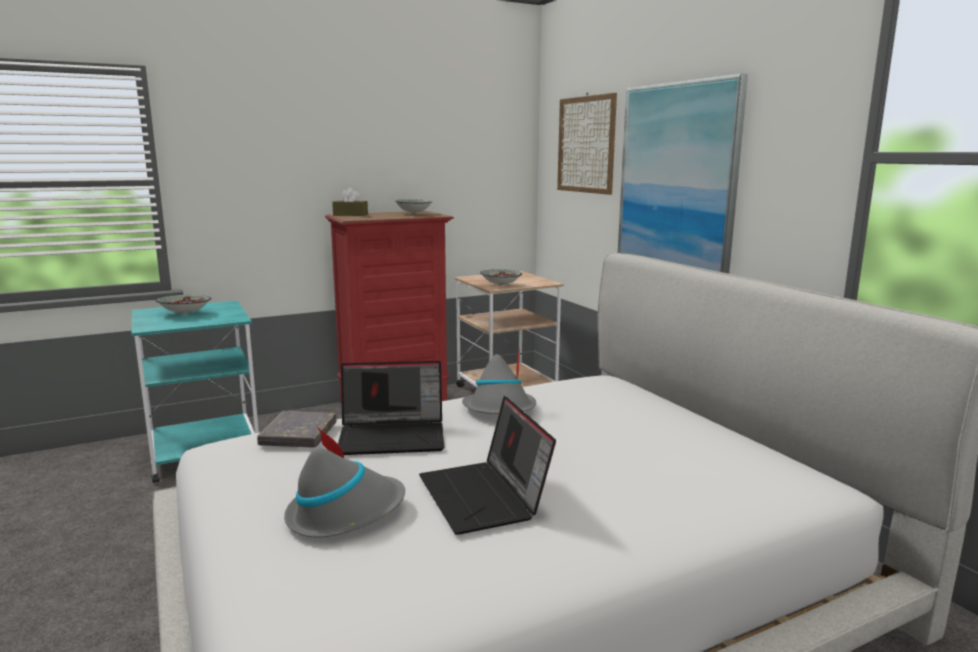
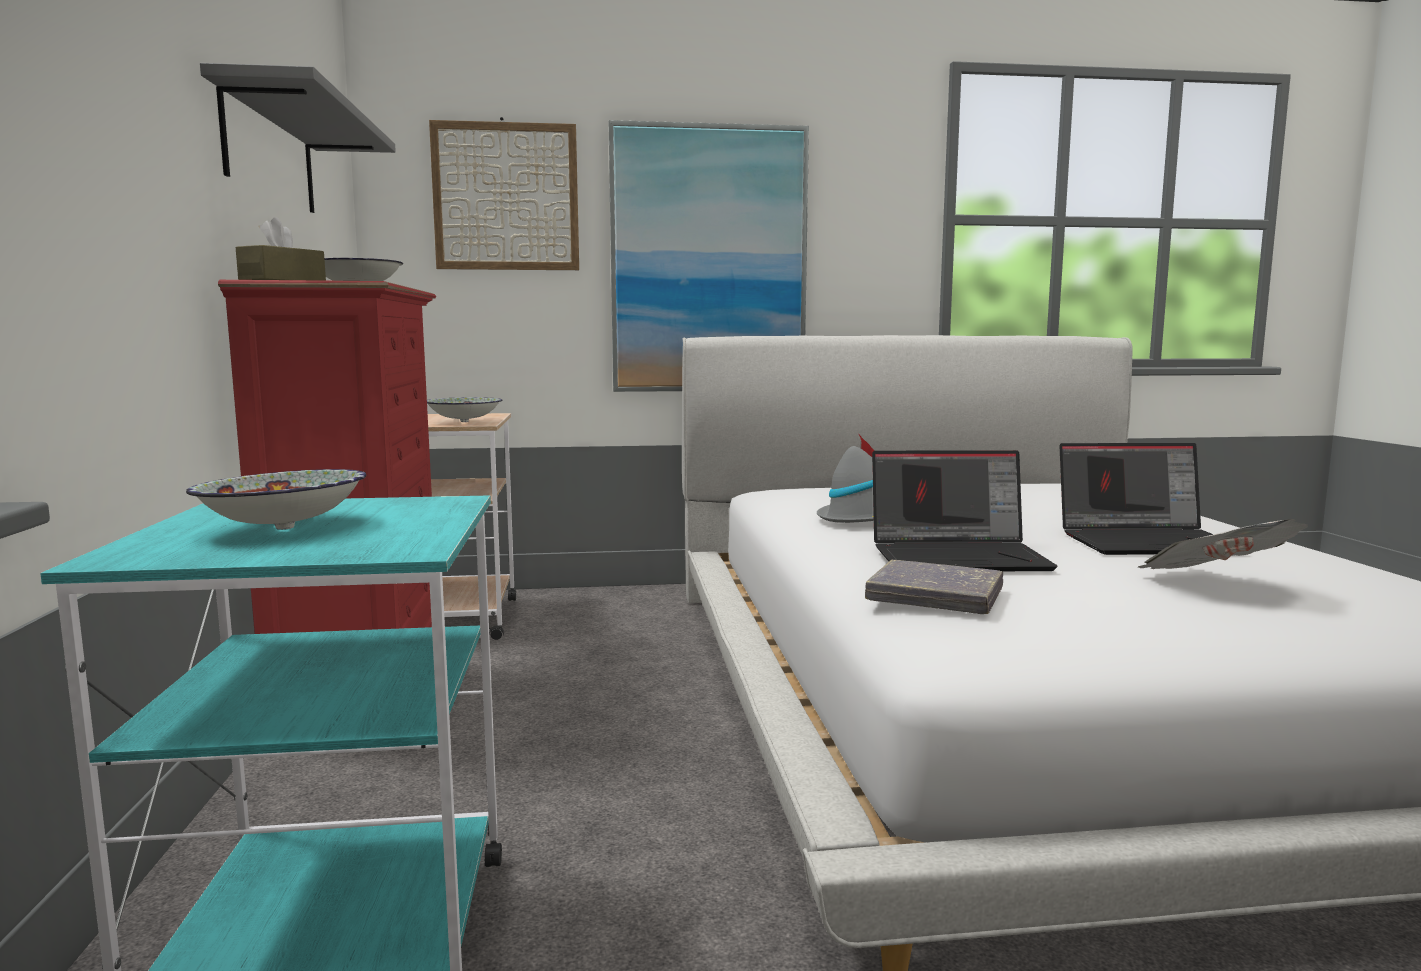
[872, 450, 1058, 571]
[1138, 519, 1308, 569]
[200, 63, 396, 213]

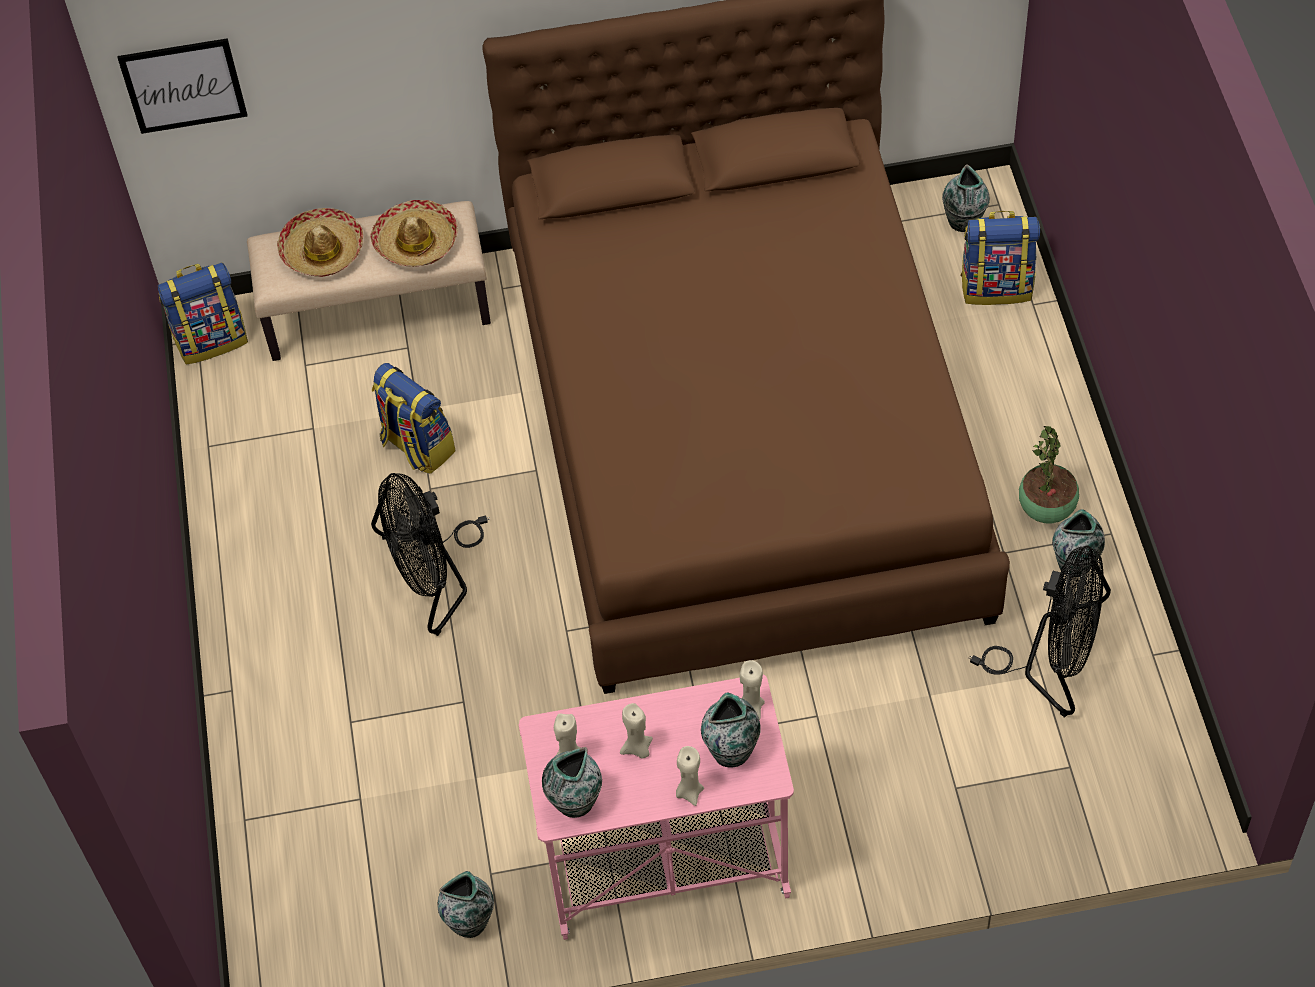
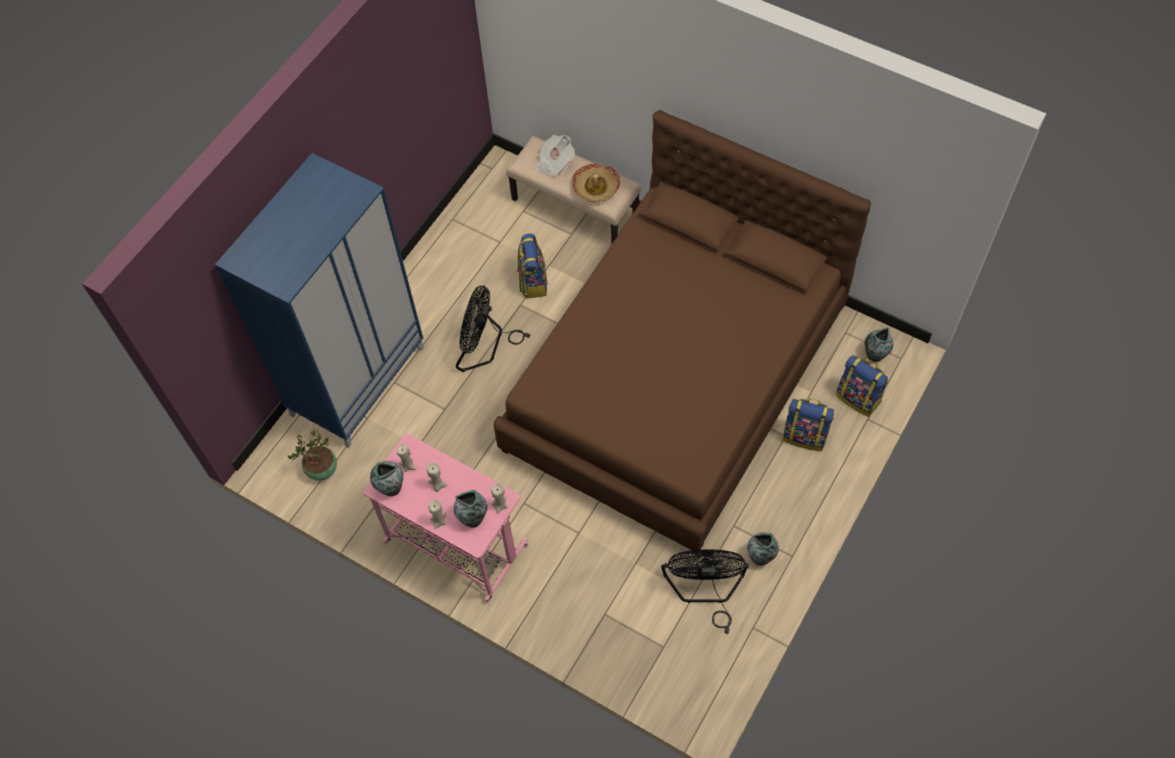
[117, 38, 248, 134] (first image)
[535, 135, 575, 178]
[783, 398, 834, 451]
[288, 430, 337, 481]
[661, 549, 749, 634]
[437, 871, 494, 938] (first image)
[215, 153, 424, 448]

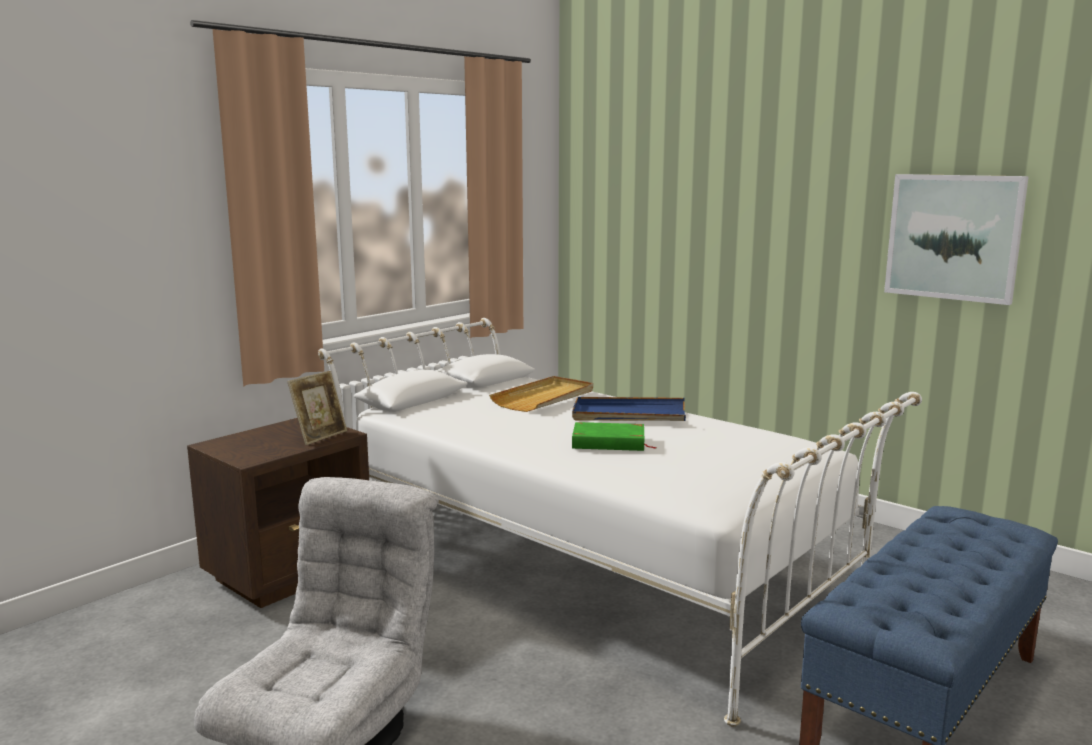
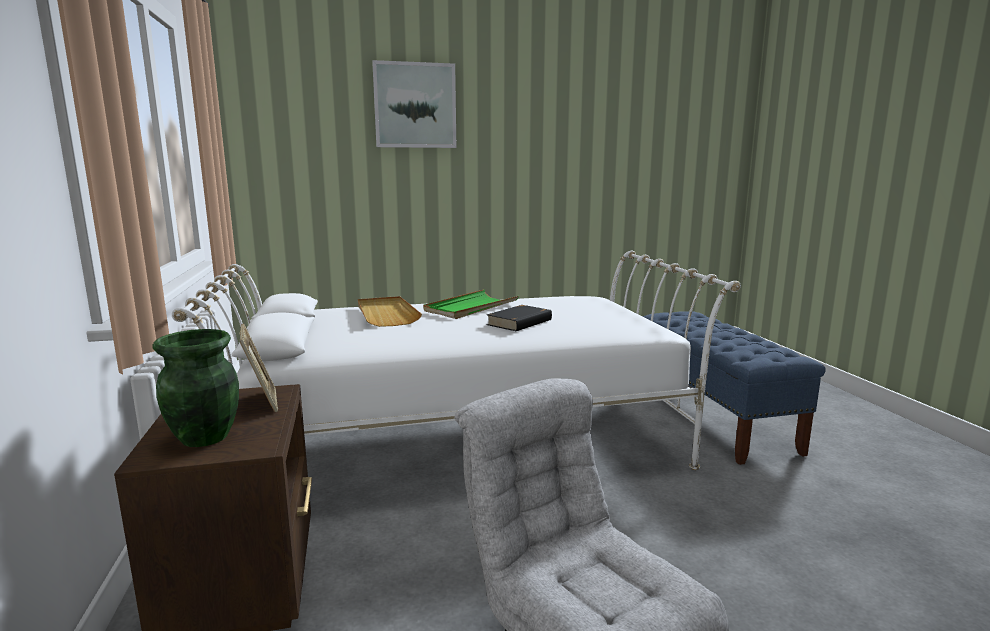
[372, 60, 456, 148]
[423, 289, 519, 319]
[486, 305, 552, 331]
[152, 329, 239, 447]

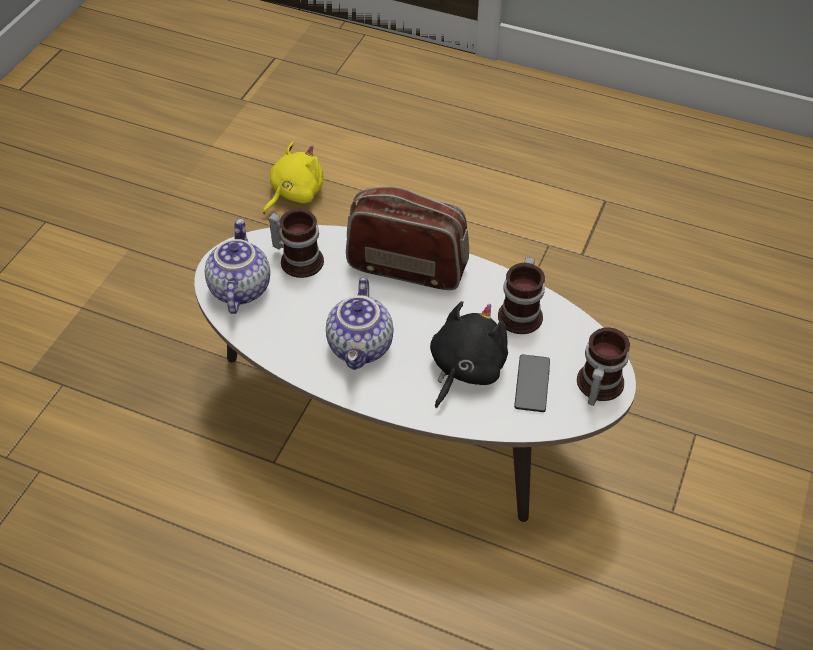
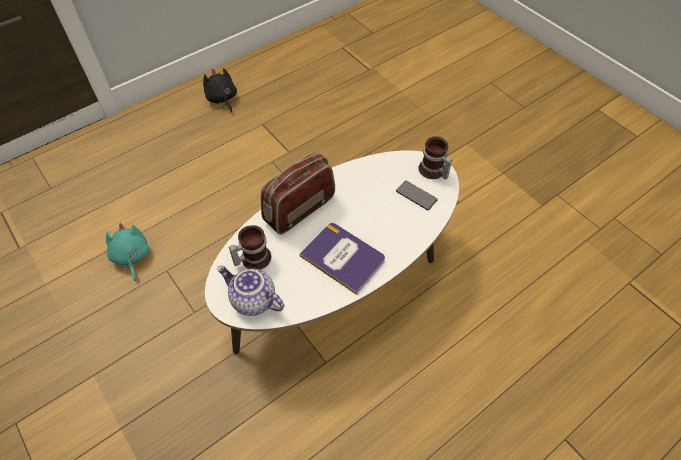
[106, 223, 150, 281]
[498, 257, 545, 334] (first image)
[300, 223, 385, 295]
[203, 68, 237, 112]

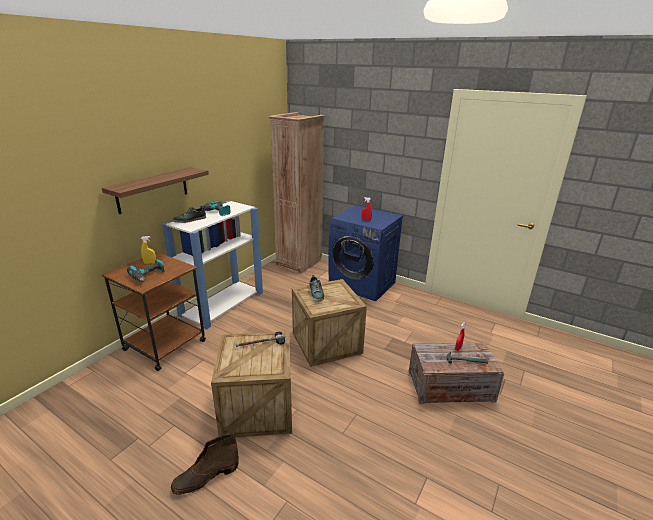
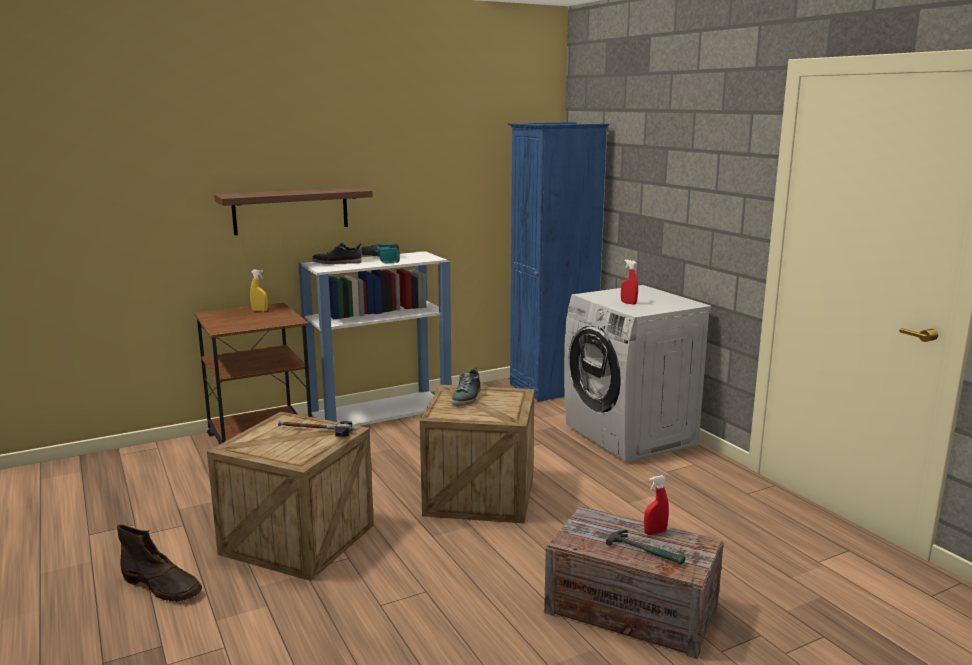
[508, 122, 609, 402]
[564, 285, 711, 462]
[127, 259, 165, 282] (first image)
[117, 525, 202, 602]

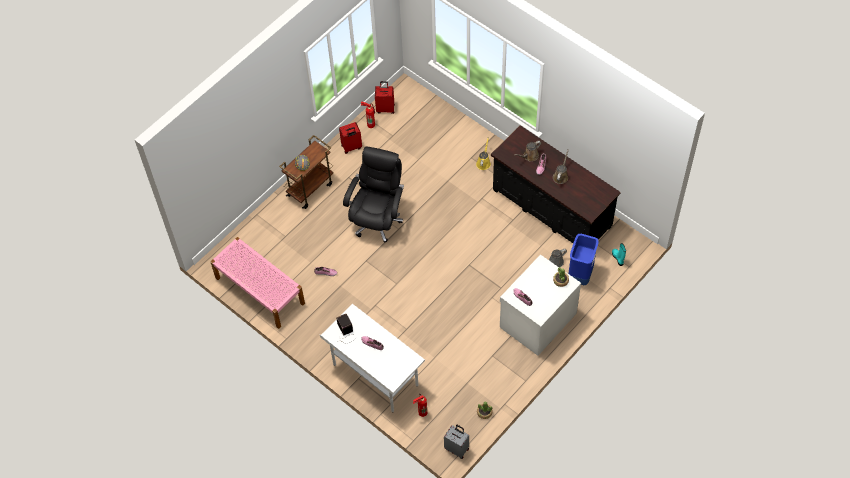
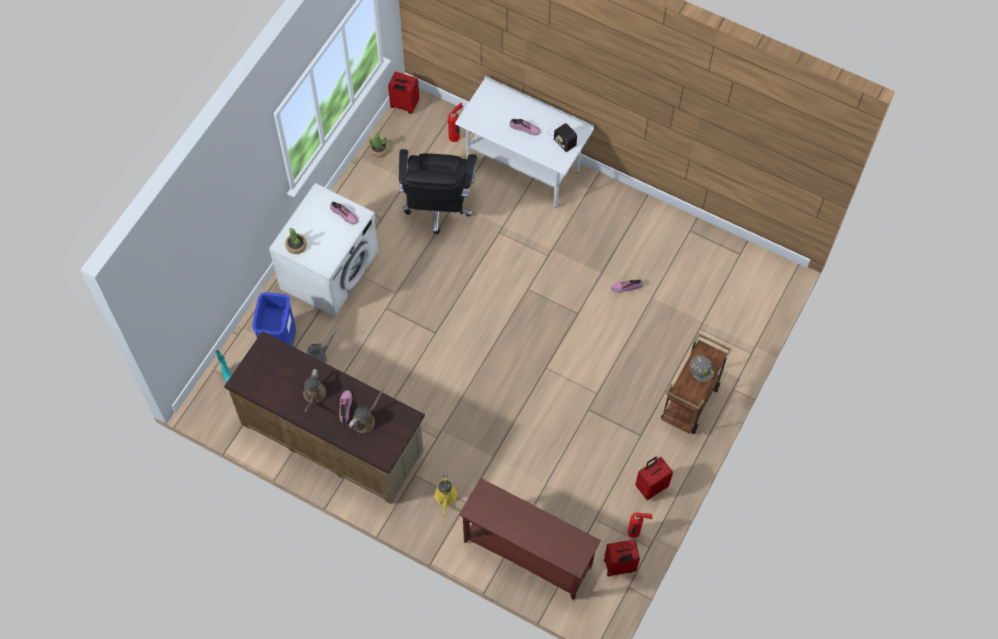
[224, 331, 425, 504]
[399, 149, 477, 234]
[210, 237, 305, 329] (first image)
[388, 72, 419, 114]
[459, 478, 601, 600]

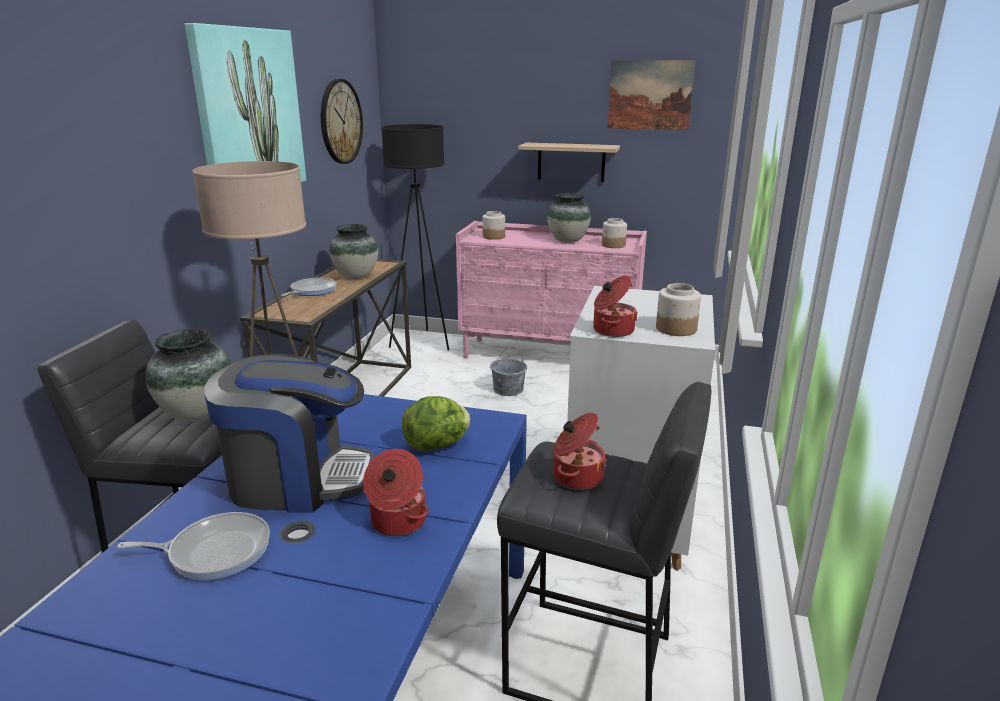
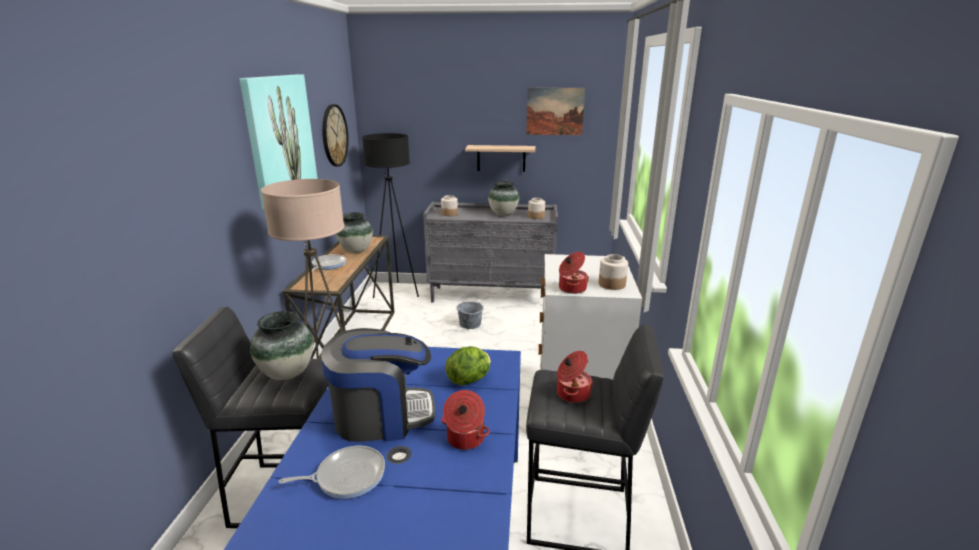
[423, 202, 558, 303]

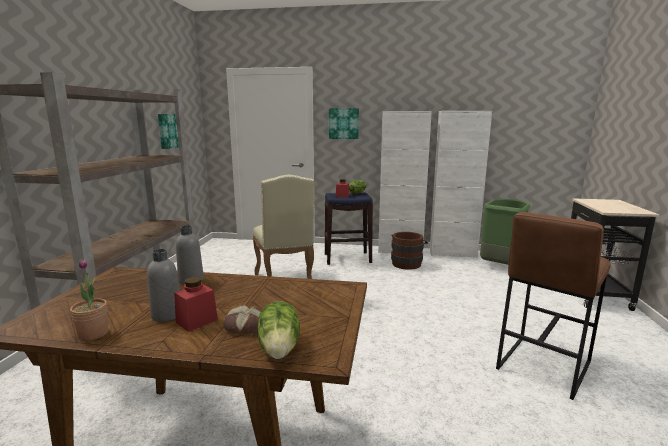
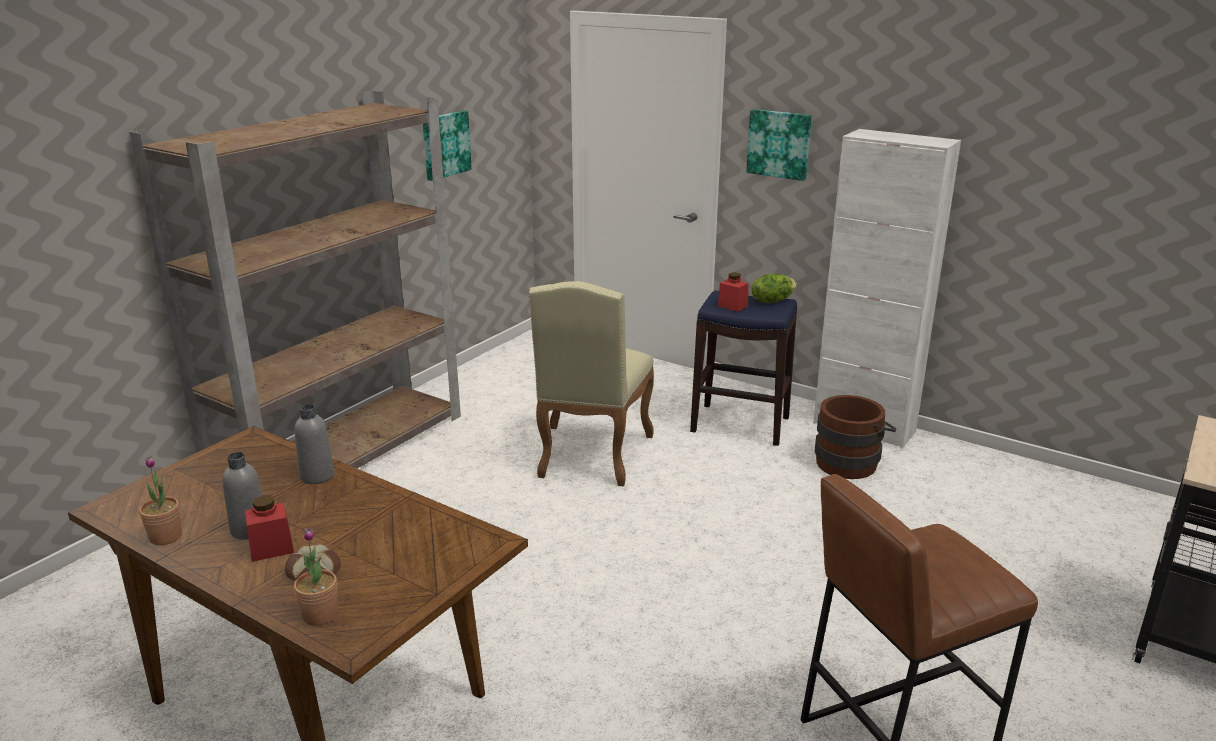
[430, 111, 492, 258] (first image)
[480, 199, 530, 265] (first image)
[294, 528, 338, 626]

